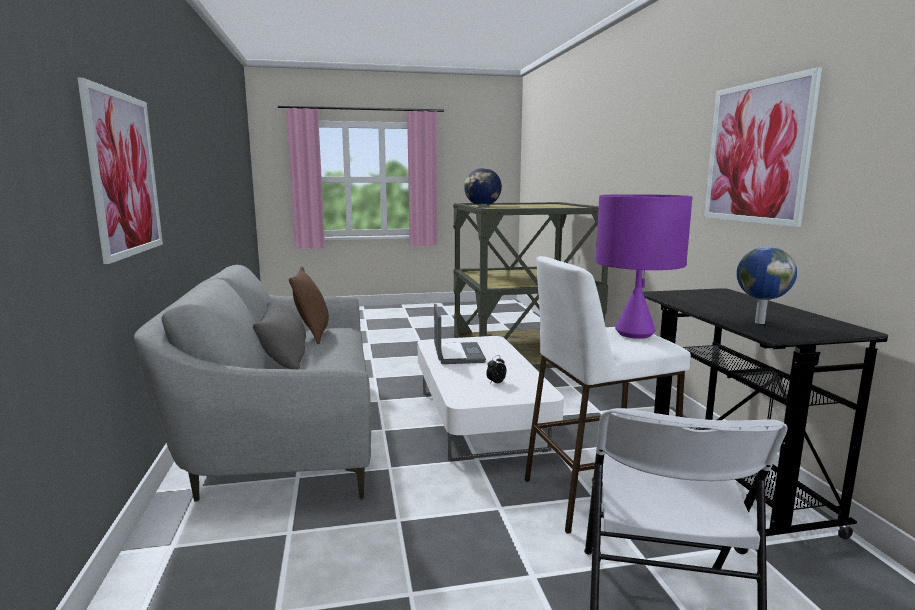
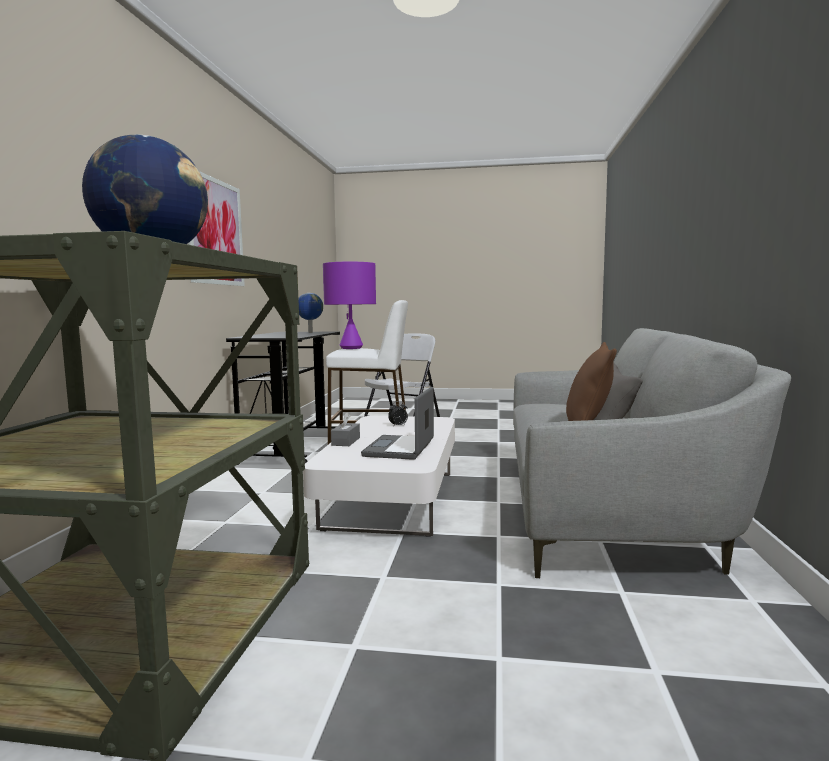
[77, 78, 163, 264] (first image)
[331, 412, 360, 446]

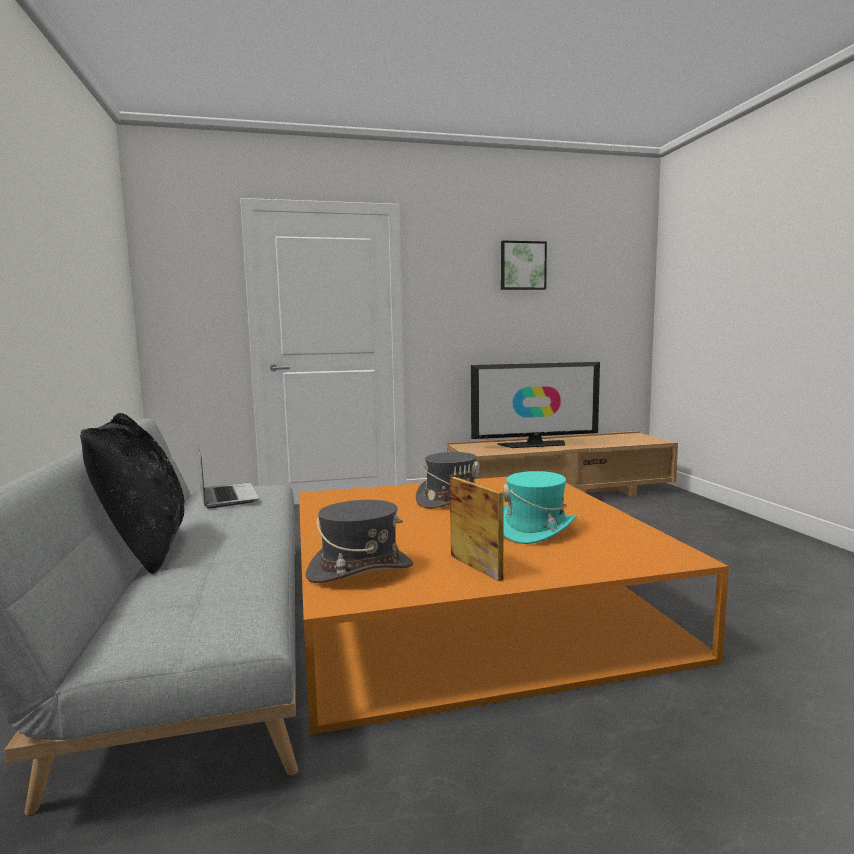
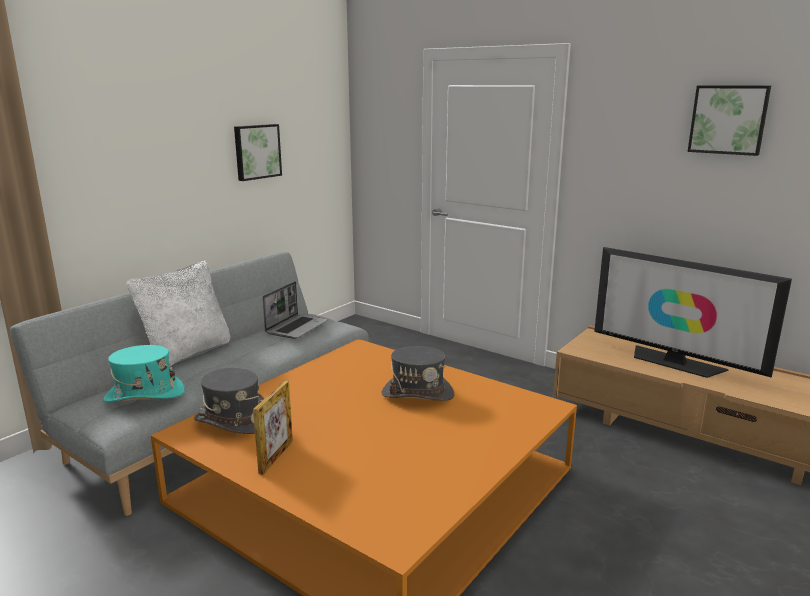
[126, 260, 230, 367]
[103, 345, 185, 403]
[234, 124, 282, 181]

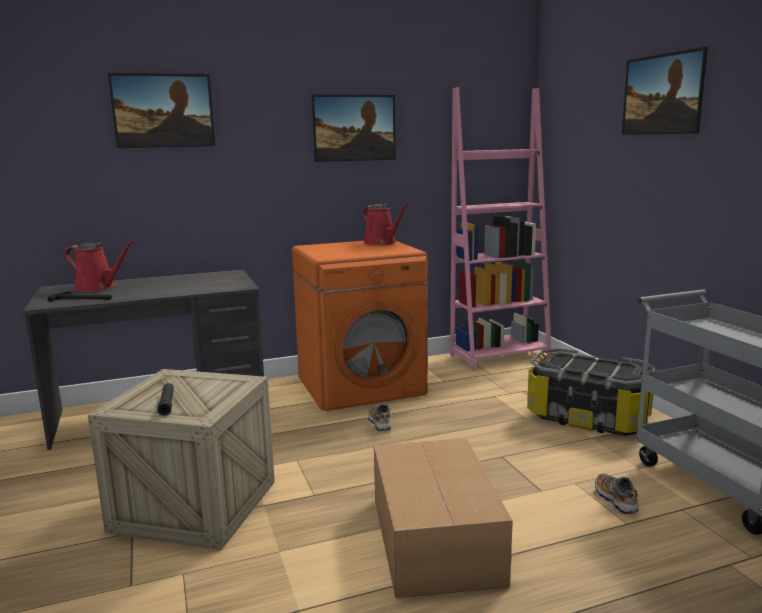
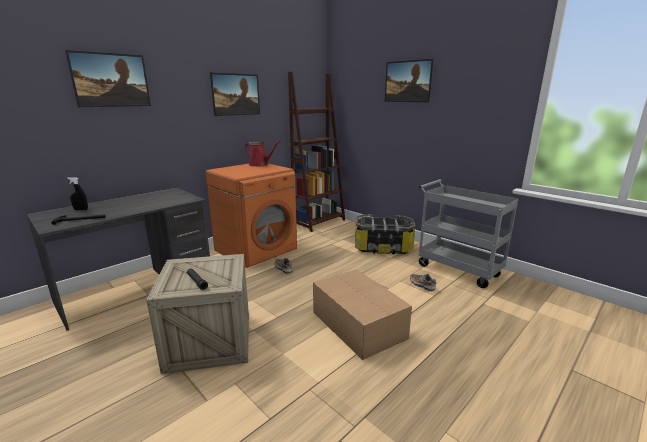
[288, 72, 345, 232]
[67, 177, 88, 210]

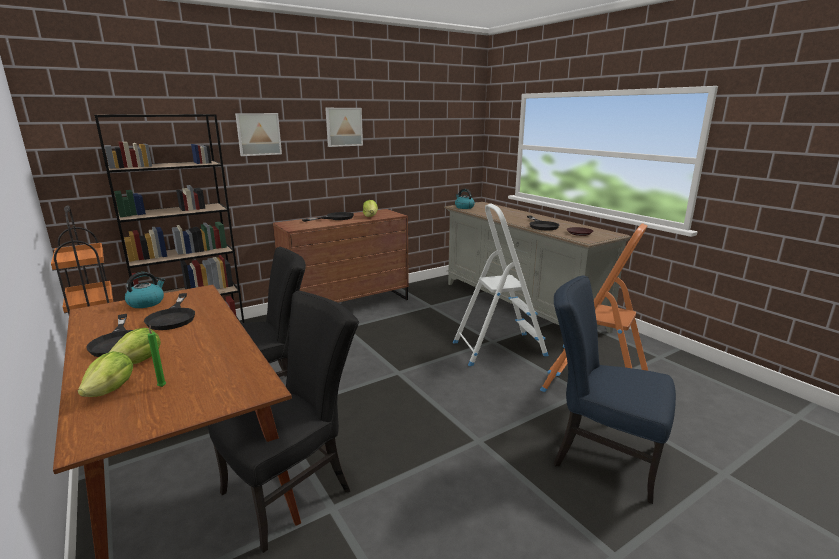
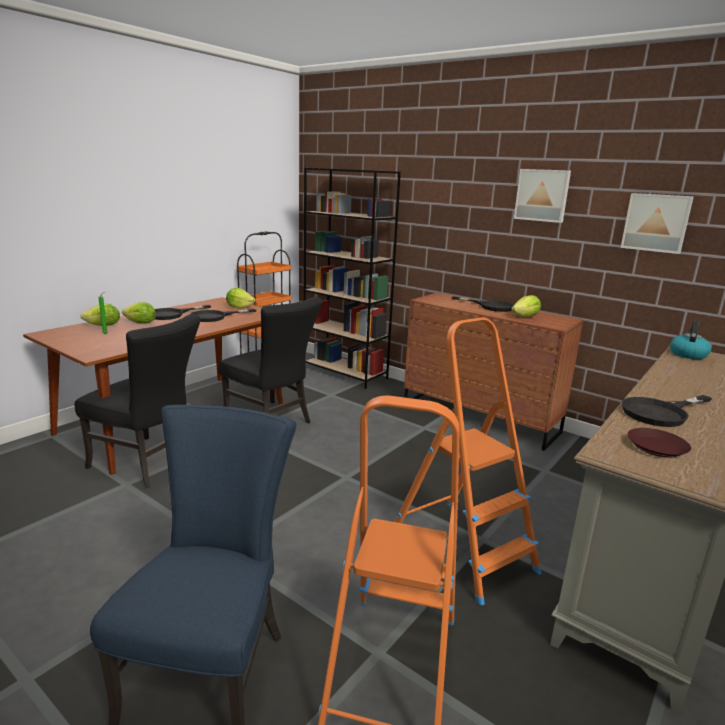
[621, 193, 694, 254]
[395, 317, 541, 605]
[226, 288, 256, 309]

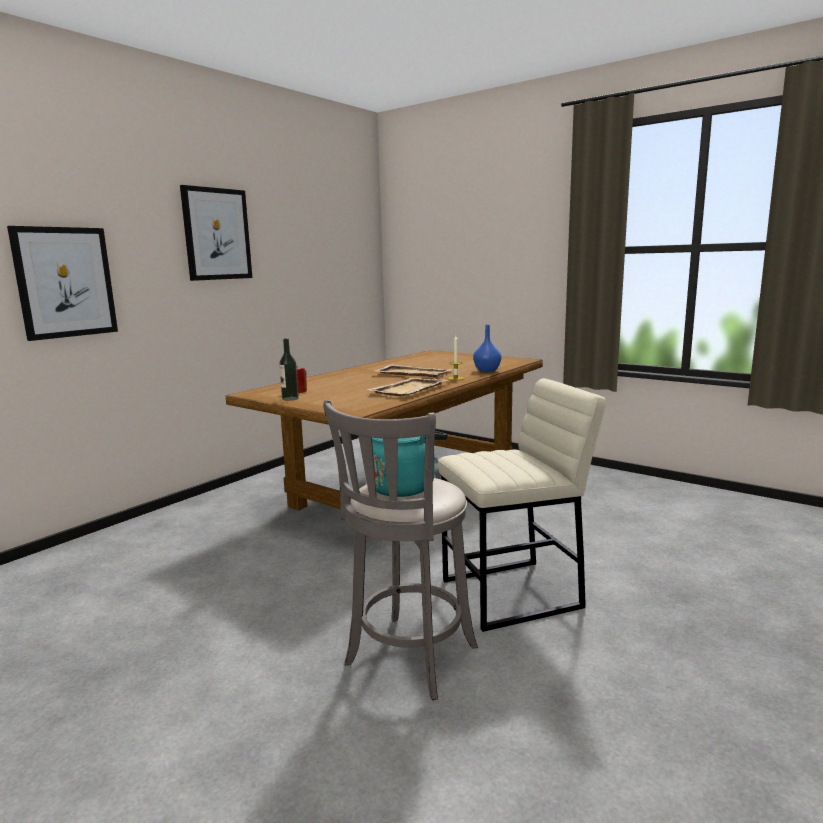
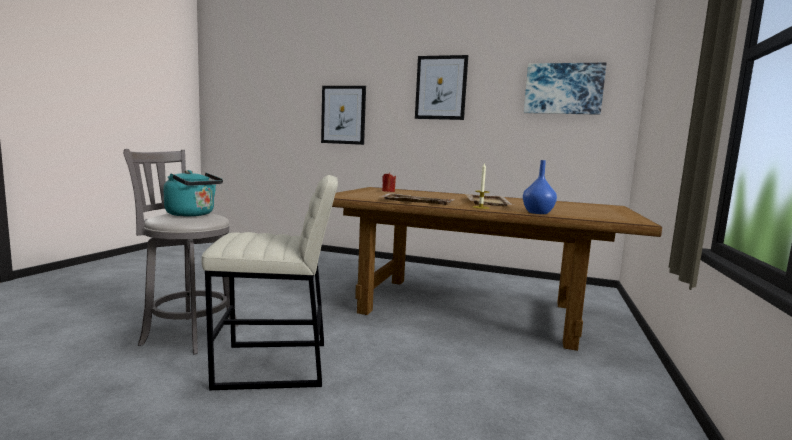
[279, 338, 299, 401] (first image)
[201, 175, 338, 390]
[524, 62, 607, 115]

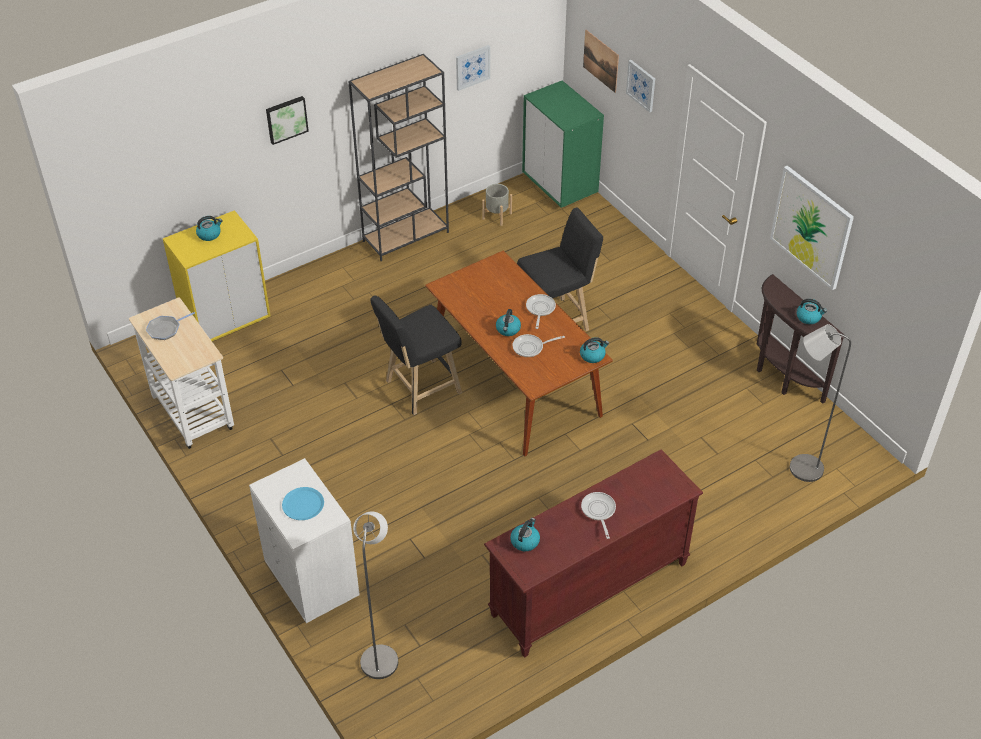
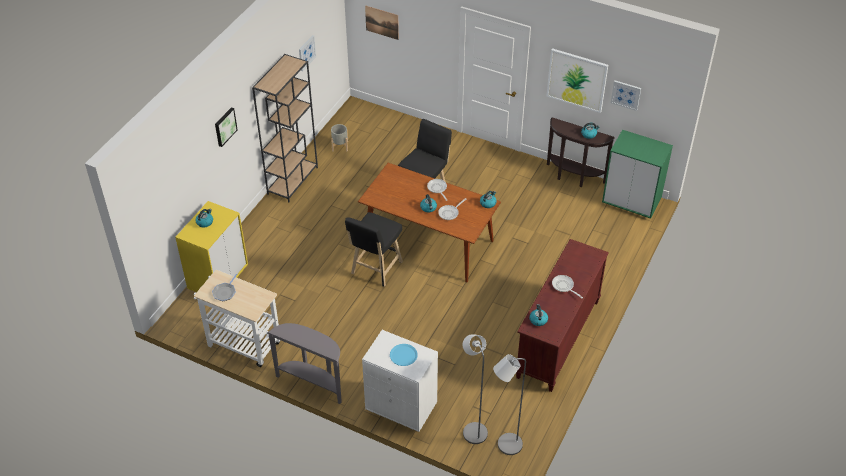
[611, 80, 641, 111]
[602, 130, 673, 219]
[493, 354, 526, 455]
[268, 323, 342, 404]

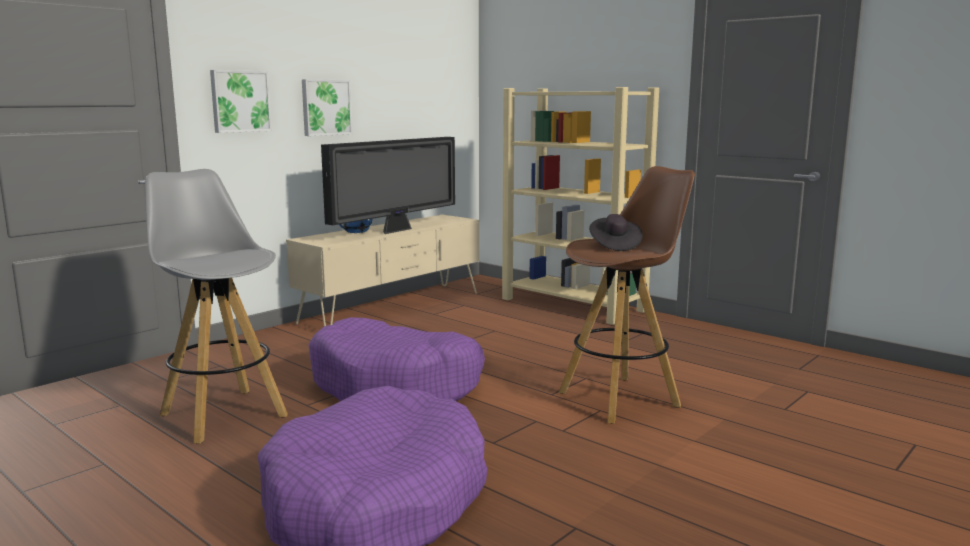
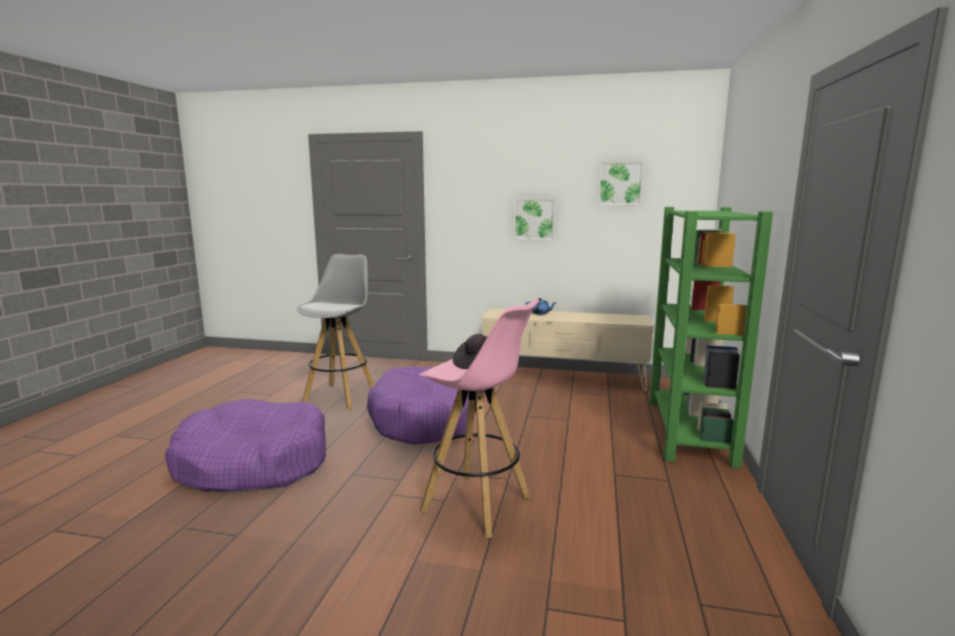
[598, 161, 644, 205]
[649, 207, 773, 468]
[321, 137, 455, 234] (first image)
[420, 298, 539, 539]

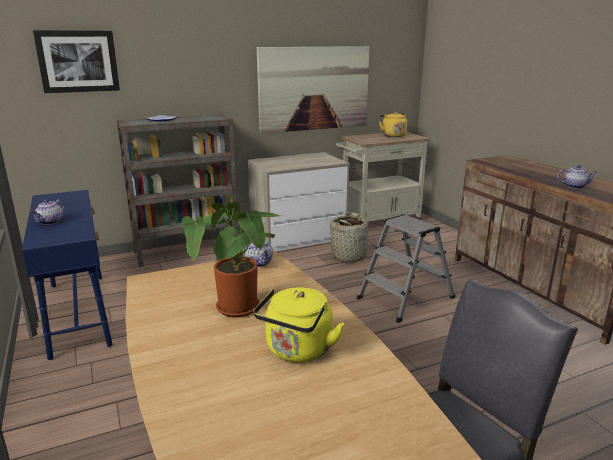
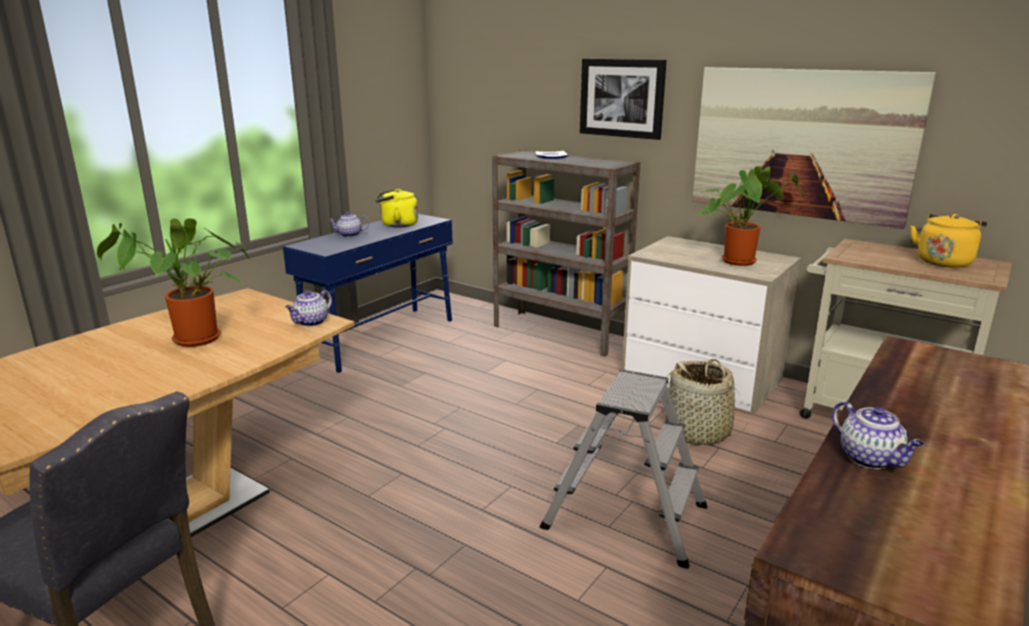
[580, 58, 667, 140]
[375, 188, 418, 228]
[697, 166, 802, 266]

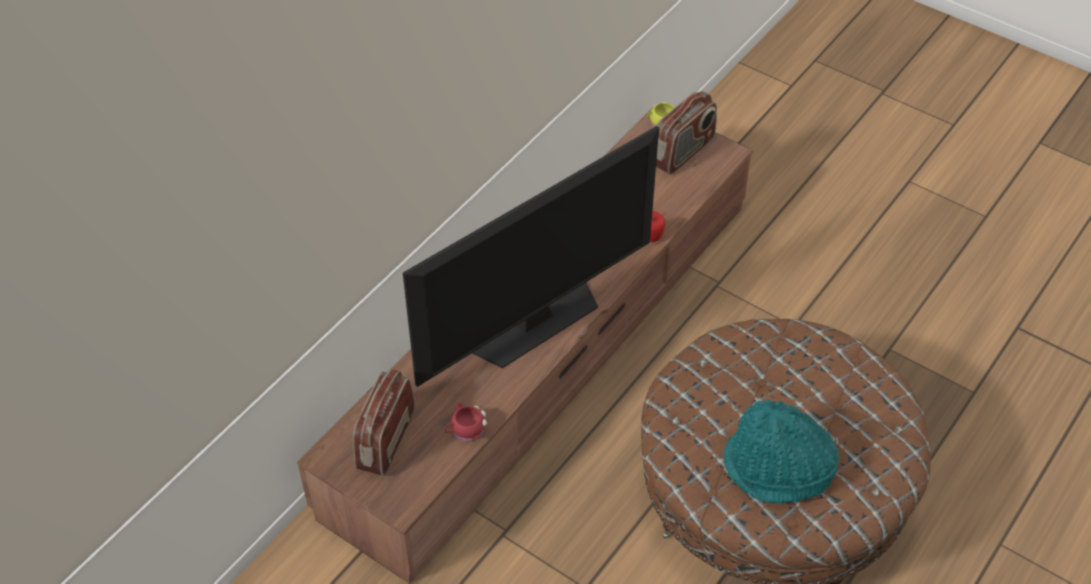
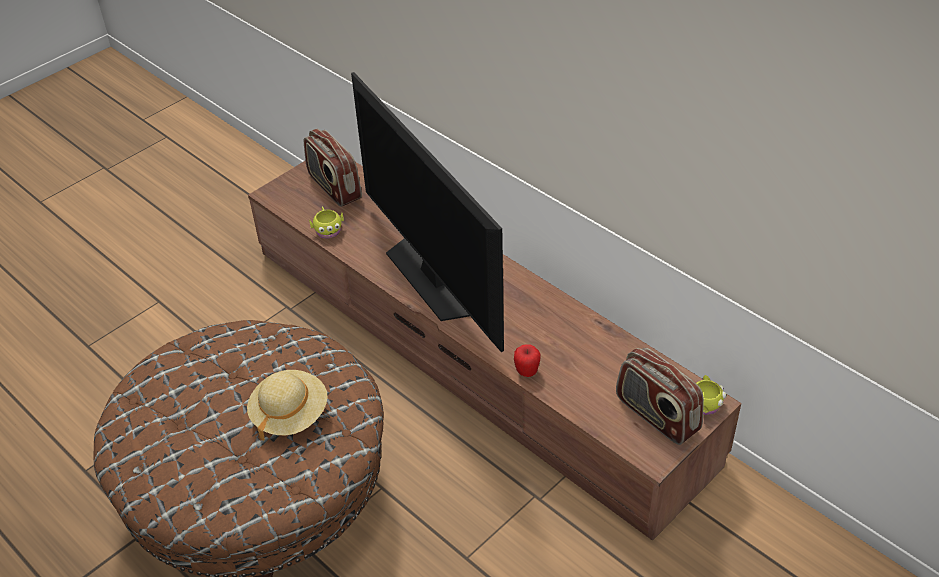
[304, 129, 362, 207]
[724, 400, 840, 504] (first image)
[309, 206, 344, 239]
[247, 370, 327, 441]

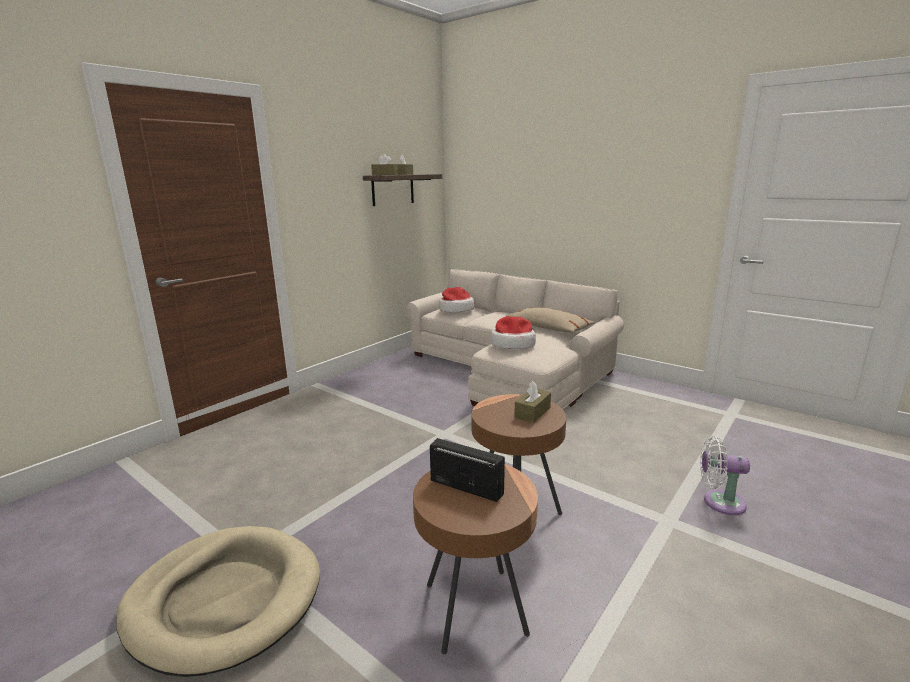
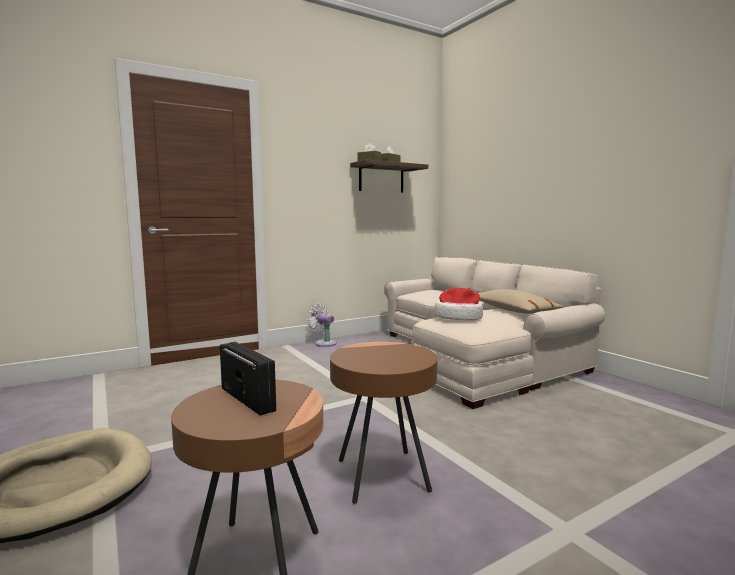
[439, 287, 474, 313] (first image)
[514, 381, 551, 423] (first image)
[307, 303, 337, 347]

